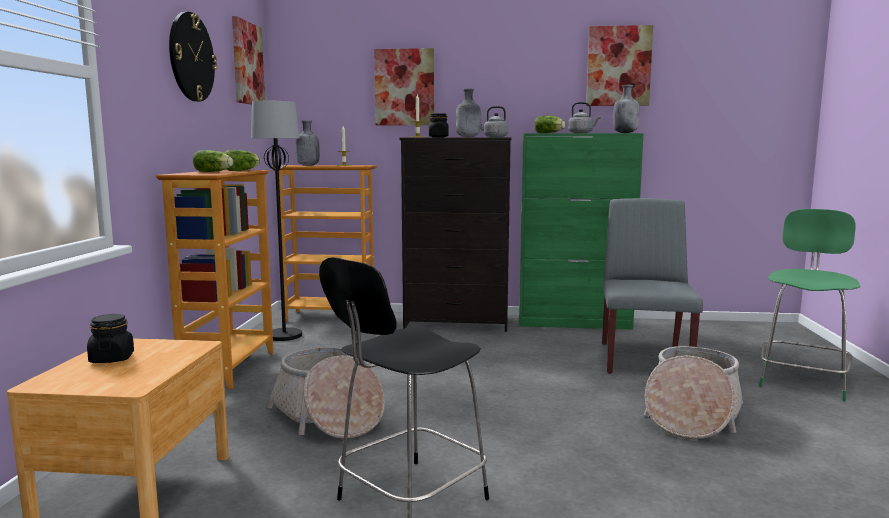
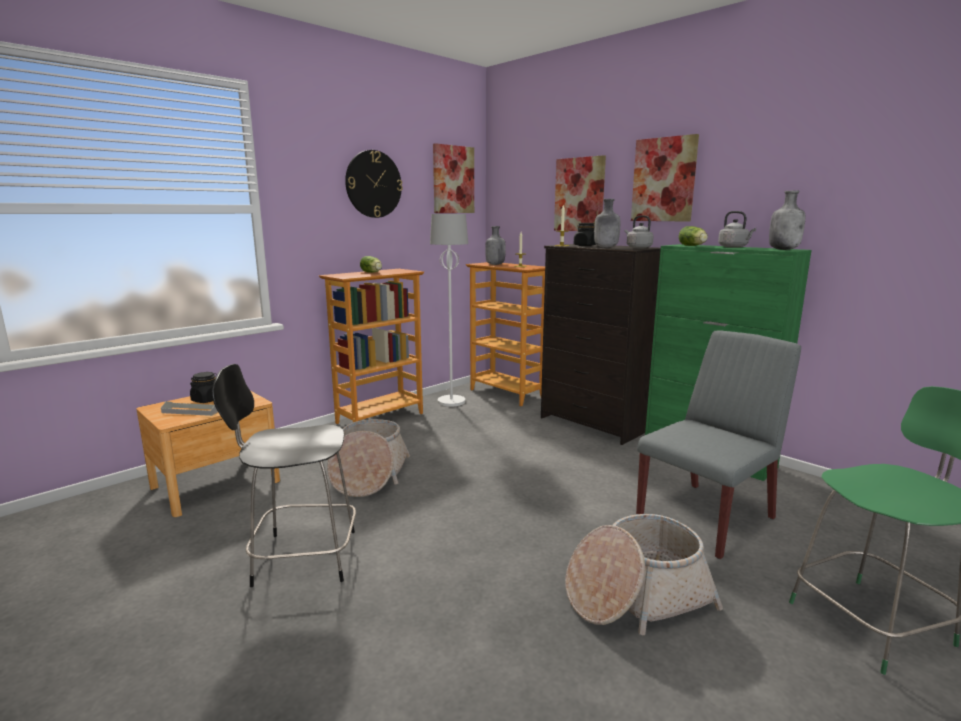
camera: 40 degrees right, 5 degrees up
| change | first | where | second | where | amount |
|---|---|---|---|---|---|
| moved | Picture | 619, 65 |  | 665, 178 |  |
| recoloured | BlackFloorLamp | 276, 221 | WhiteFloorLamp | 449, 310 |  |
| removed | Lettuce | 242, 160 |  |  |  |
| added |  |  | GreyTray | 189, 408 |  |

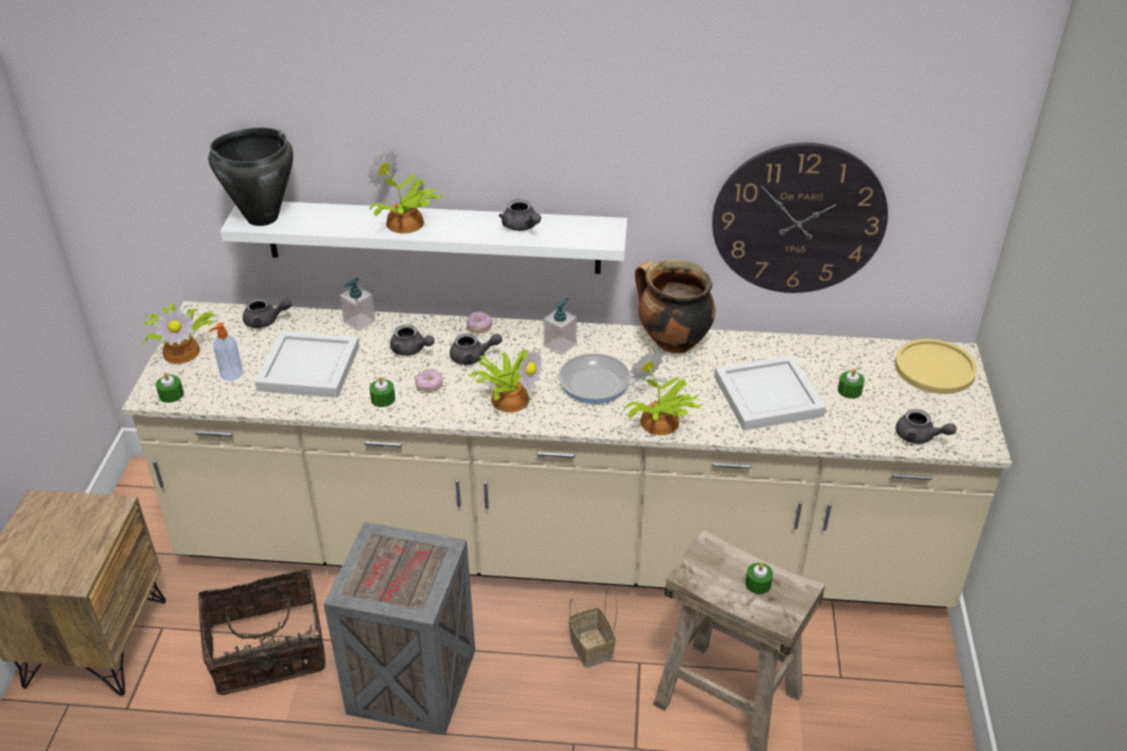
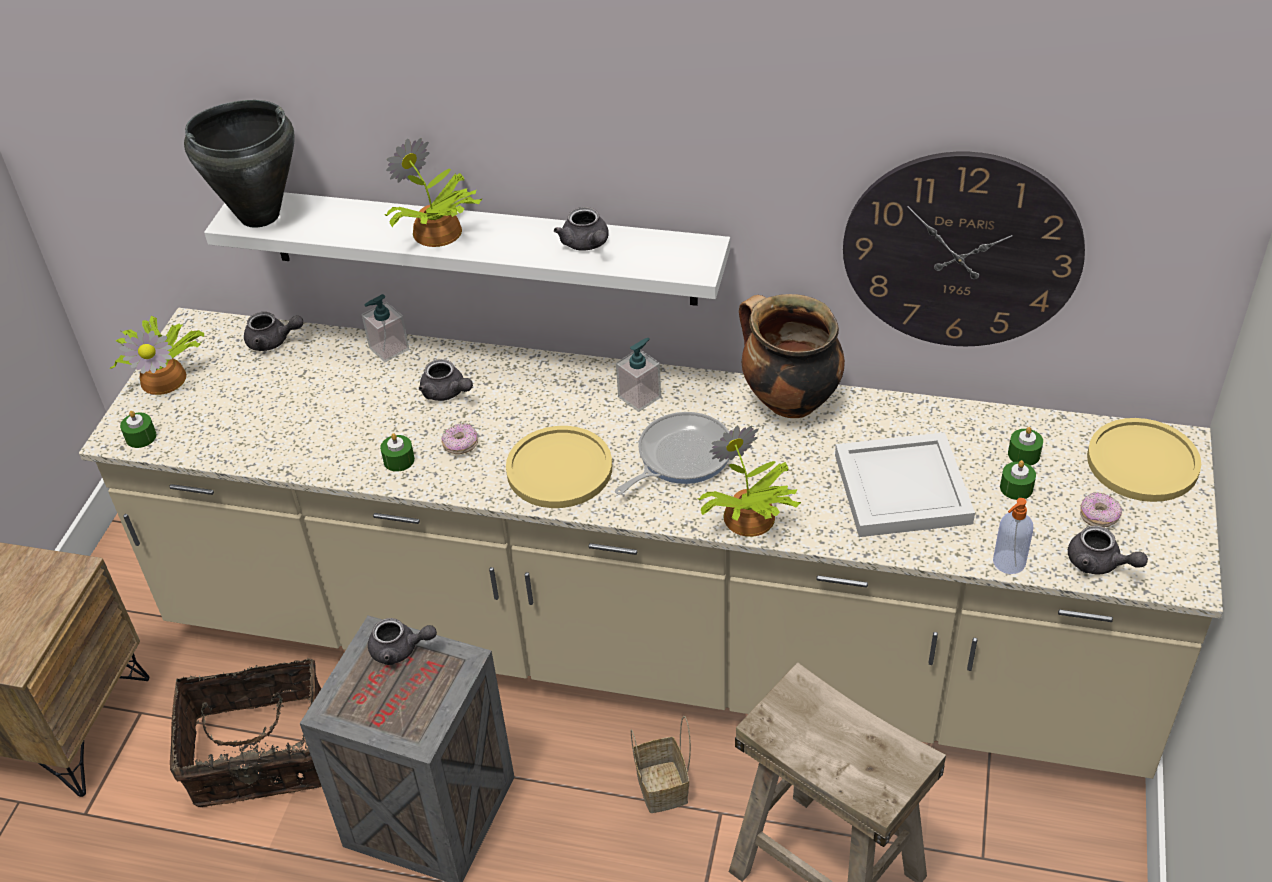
camera: 10 degrees right, 5 degrees up
| change | first | where | second | where | amount |
|---|---|---|---|---|---|
| moved | Donut | 479, 322 |  | 1101, 509 |  |
| moved | SoapDispenser | 226, 352 |  | 1013, 536 |  |
| removed | WhiteTray | 307, 364 |  |  |  |
| moved | GreyTeapot | 476, 349 |  | 402, 641 |  |
| replaced | PottedPlant | 505, 380 | YellowPlate | 559, 467 |  |
| turned | FryingPan | 613, 378 |  | 672, 453 | 120 degrees clockwise |
| moved | GreenCandle | 759, 578 |  | 1025, 446 |  |

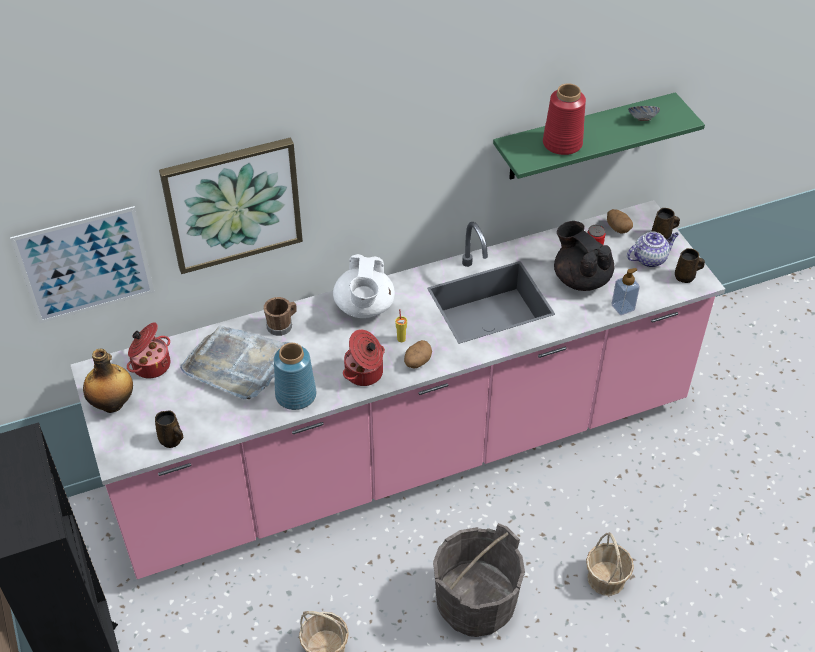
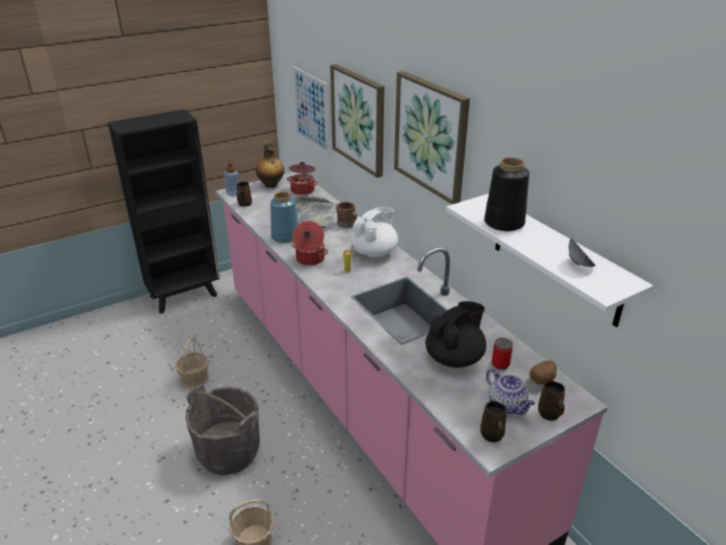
camera: 80 degrees right, 15 degrees down
| change | first | where | second | where | amount |
|---|---|---|---|---|---|
| recoloured | RedVase | 564, 119 | BlackVase | 507, 194 |  |
| recoloured | GreenShelf | 599, 135 | WhiteShelf | 549, 260 |  |
| turned | WhiteTeapot | 364, 286 |  | 374, 232 | 135 degrees clockwise |
| moved | SoapDispenser | 625, 291 |  | 232, 179 |  |
| removed | Potato | 418, 354 |  |  |  |
| added |  |  | Picture | 432, 137 |  |

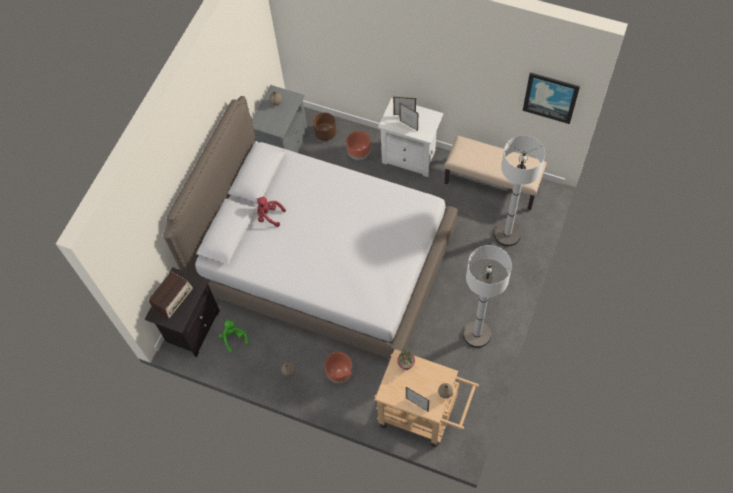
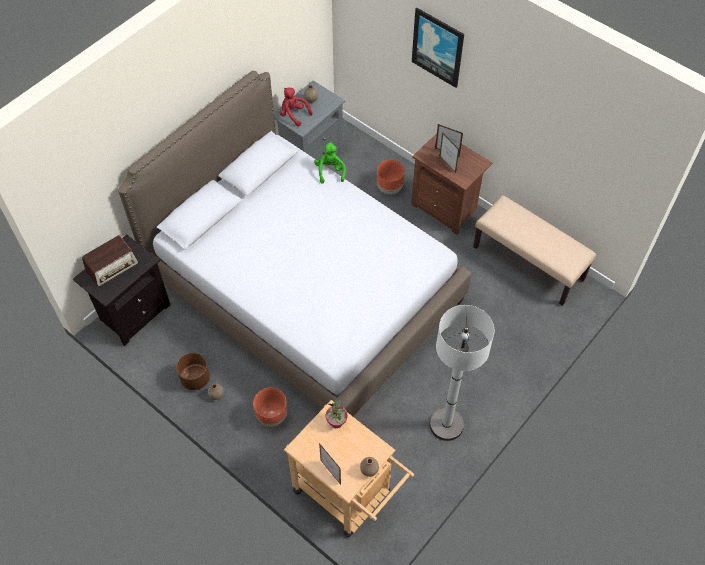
camera: 15 degrees right, 5 degrees down
| change | first | where | second | where | amount |
|---|---|---|---|---|---|
| moved | Picture | 551, 98 |  | 438, 48 |  |
| recoloured | WhiteNightstand | 411, 137 | BrownNightstand | 451, 184 |  |
| moved | BrownPlanter | 324, 126 |  | 193, 371 |  |
| removed | WhiteFloorLamp | 519, 190 |  |  |  |
| moved | RedPlushToy | 271, 212 |  | 296, 106 |  |
| moved | GreenPlushToy | 233, 335 |  | 330, 162 |  |

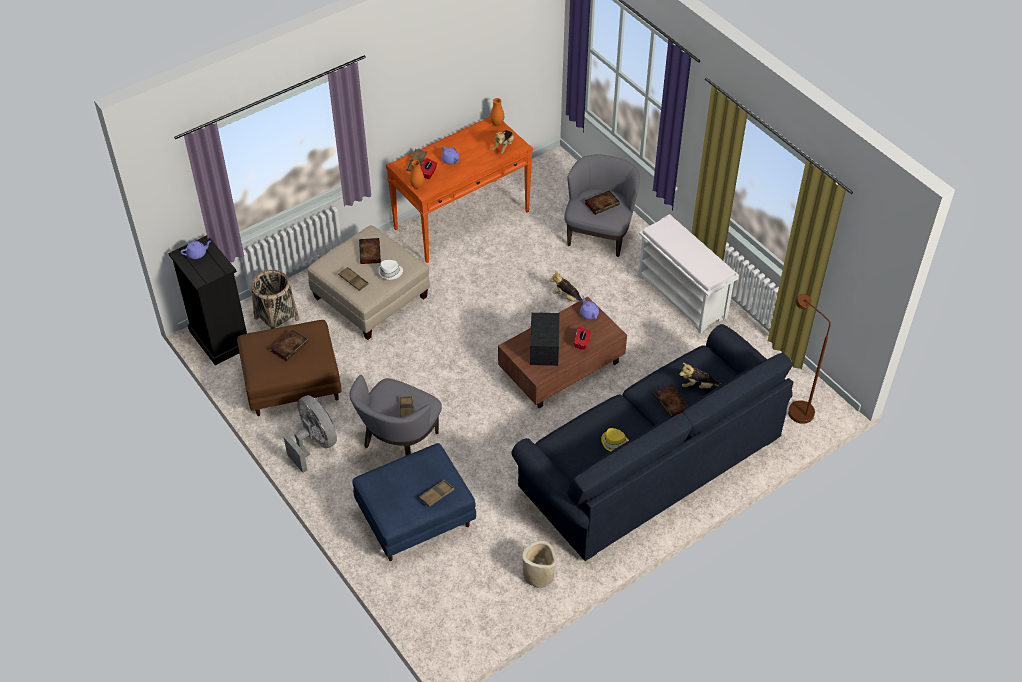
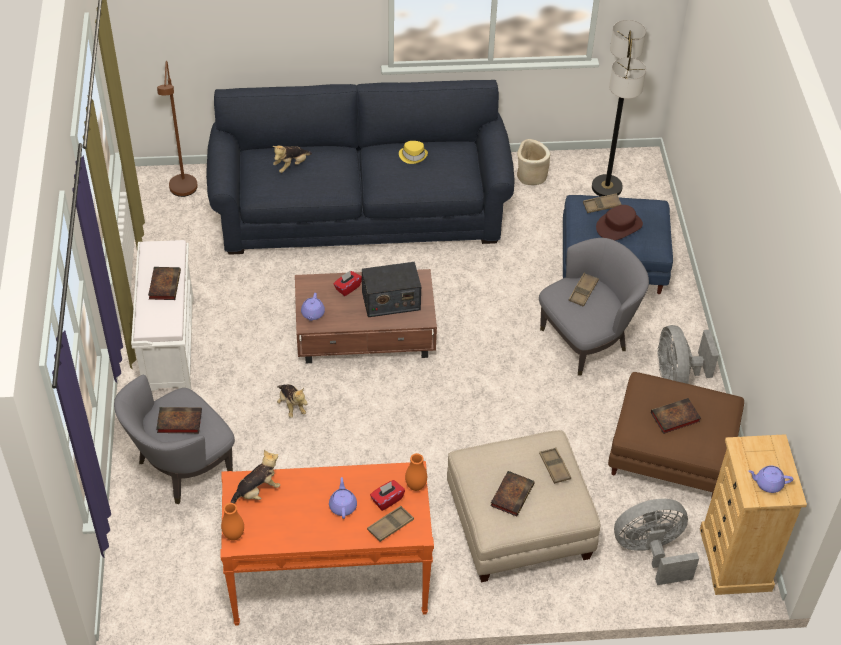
camera: 150 degrees left, 0 degrees up
| change | first | where | second | where | amount |
|---|---|---|---|---|---|
| recoloured | BlackDresser | 207, 300 | BeigeDresser | 753, 514 |  |
| removed | WhiteHat | 390, 270 |  |  |  |
| replaced | Basket | 275, 299 | GreyFan | 656, 542 |  |
| turned | Radio | 545, 339 |  | 391, 289 | 45 degrees clockwise |
| turned | PlushToy | 700, 376 |  | 292, 159 | 105 degrees clockwise |
| moved | Book | 671, 400 |  | 164, 283 |  |
| added |  |  | FloorLamp | 619, 108 |  |
| added |  |  | BrownHat | 619, 222 |  |

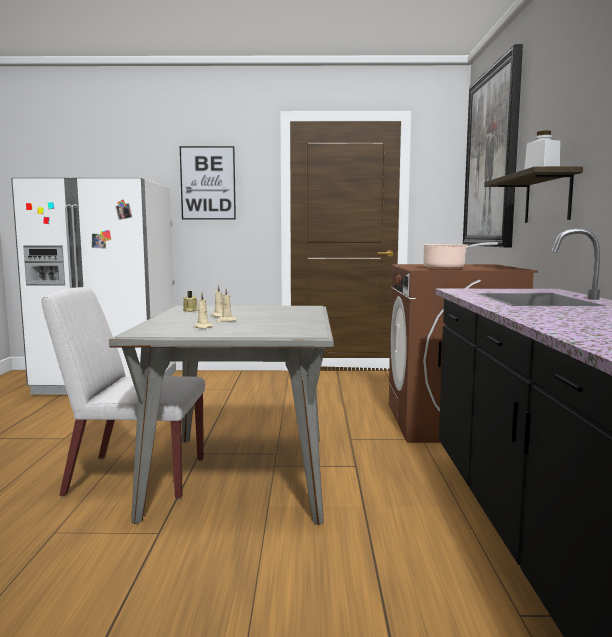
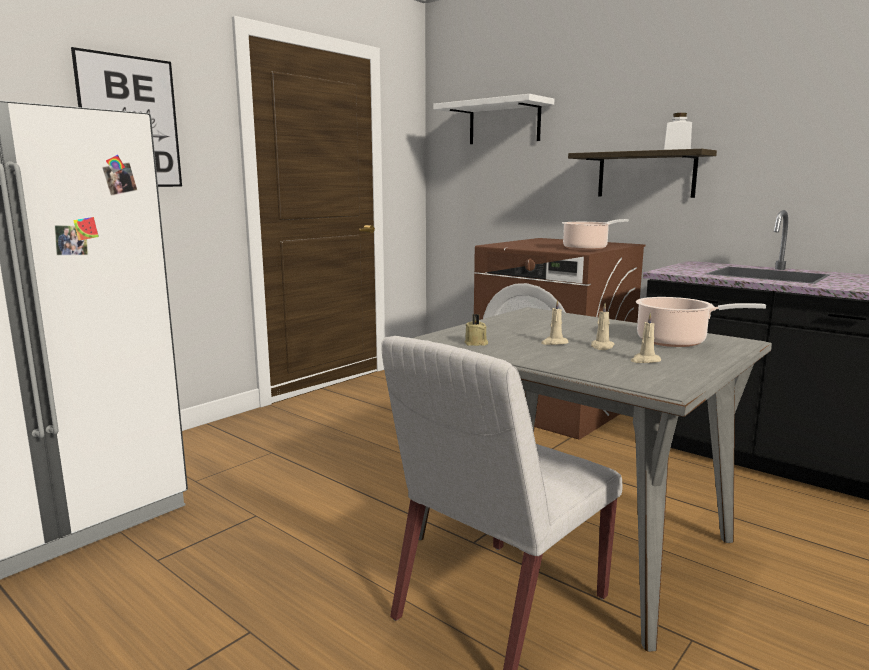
camera: 50 degrees left, 5 degrees up
| change | first | where | second | where | amount |
|---|---|---|---|---|---|
| replaced | Picture | 493, 145 | WhiteShelf | 493, 119 |  |
| added |  |  | CookingPot | 701, 322 |  |

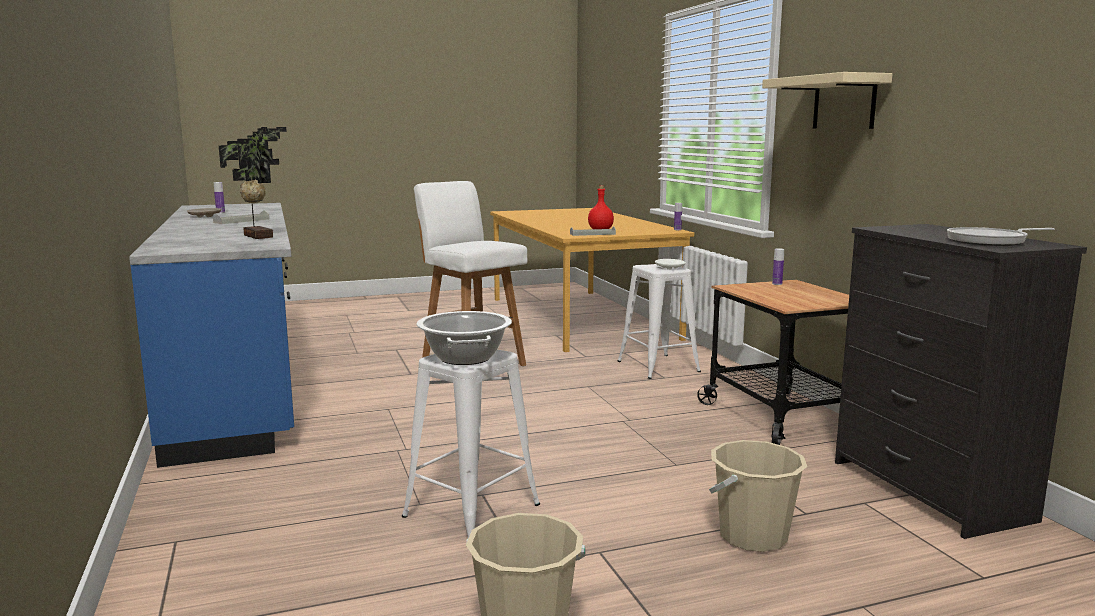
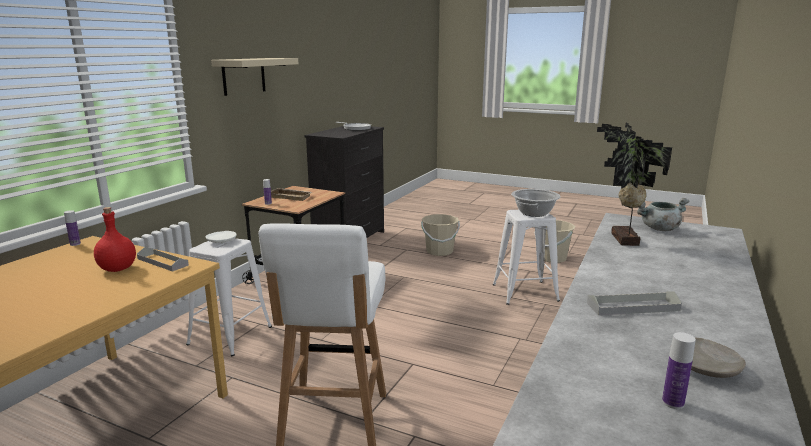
camera: 135 degrees left, 5 degrees up
| change | first | where | second | where | amount |
|---|---|---|---|---|---|
| added |  |  | BeigeTray | 291, 194 |  |
| added |  |  | GreyCookingPot | 663, 214 |  |

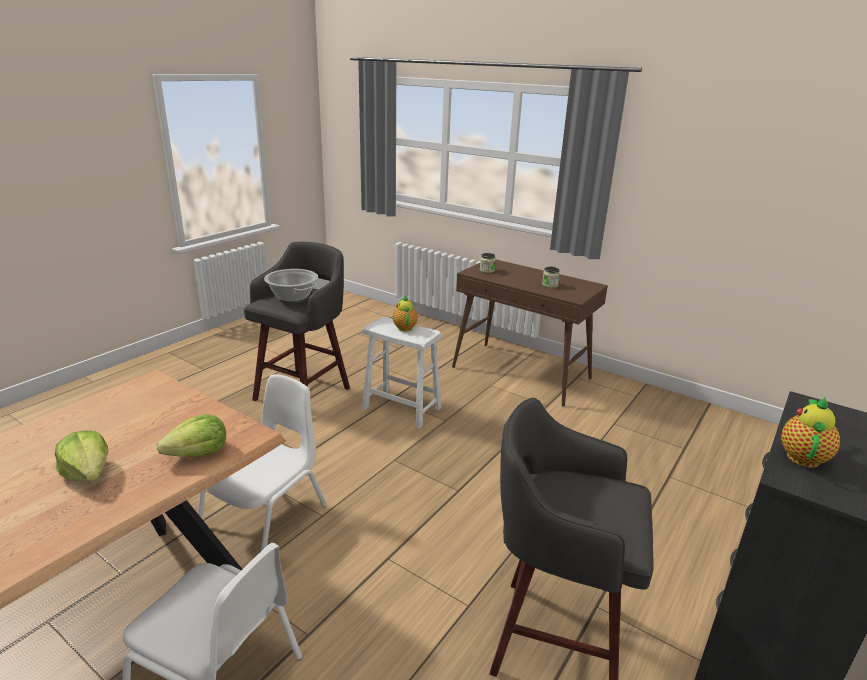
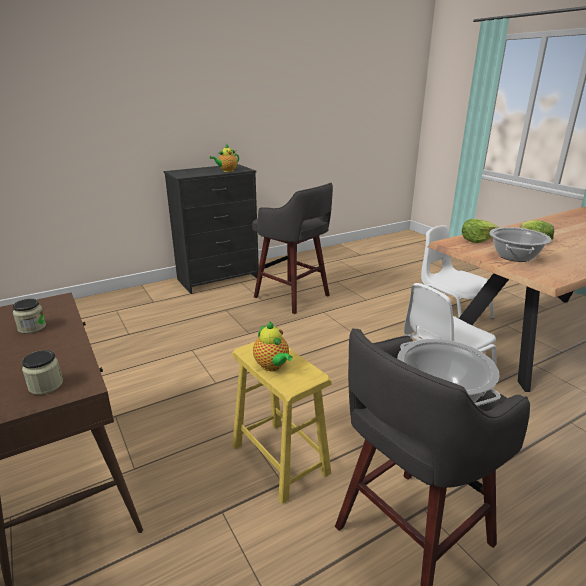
camera: 155 degrees left, 0 degrees up
| change | first | where | second | where | amount |
|---|---|---|---|---|---|
| turned | Teapot | 405, 313 |  | 272, 346 | 45 degrees counterclockwise |
| recoloured | WhiteStool | 402, 373 | YellowStool | 282, 423 |  |
| added |  |  | CookingPot | 520, 244 |  |

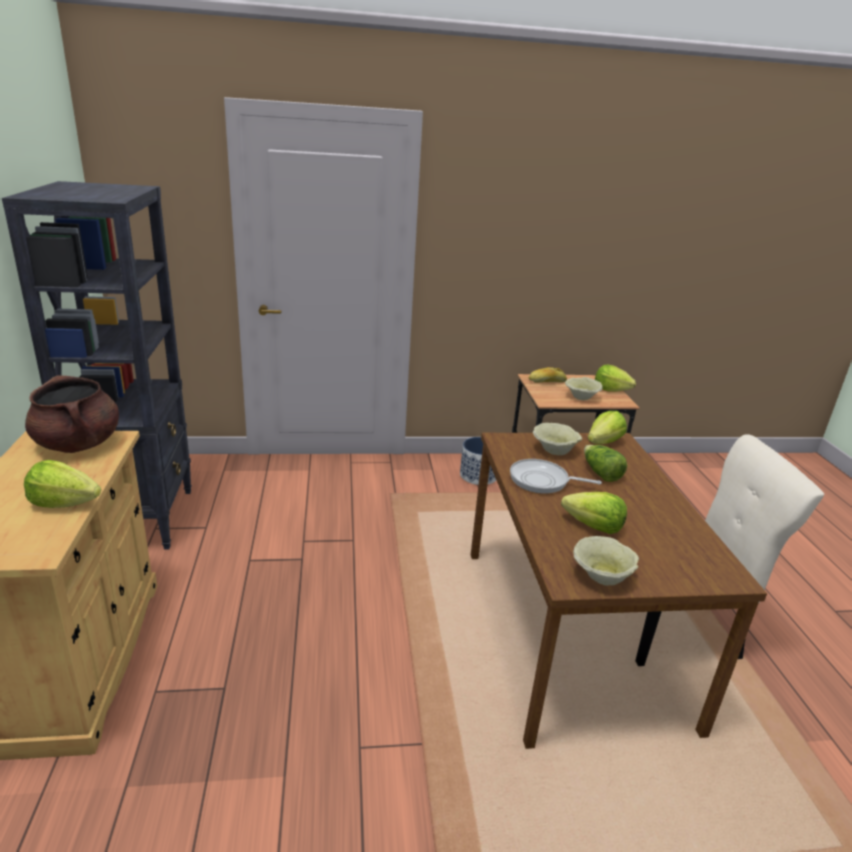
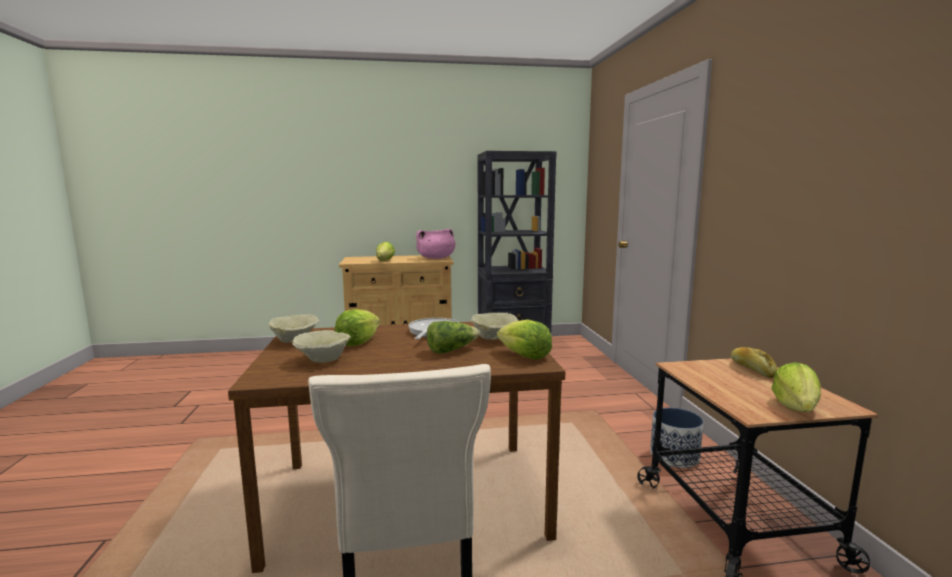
camera: 90 degrees right, 15 degrees down
| change | first | where | second | where | amount |
|---|---|---|---|---|---|
| recoloured | BrownCookingPot | 72, 414 | PinkCookingPot | 436, 244 |  |
| moved | BeigeBowl | 584, 389 |  | 321, 346 |  |

